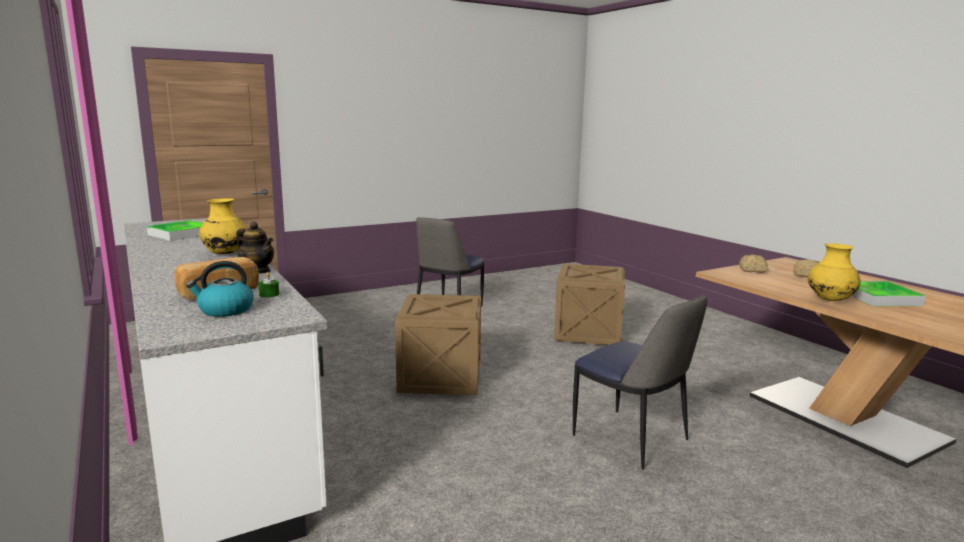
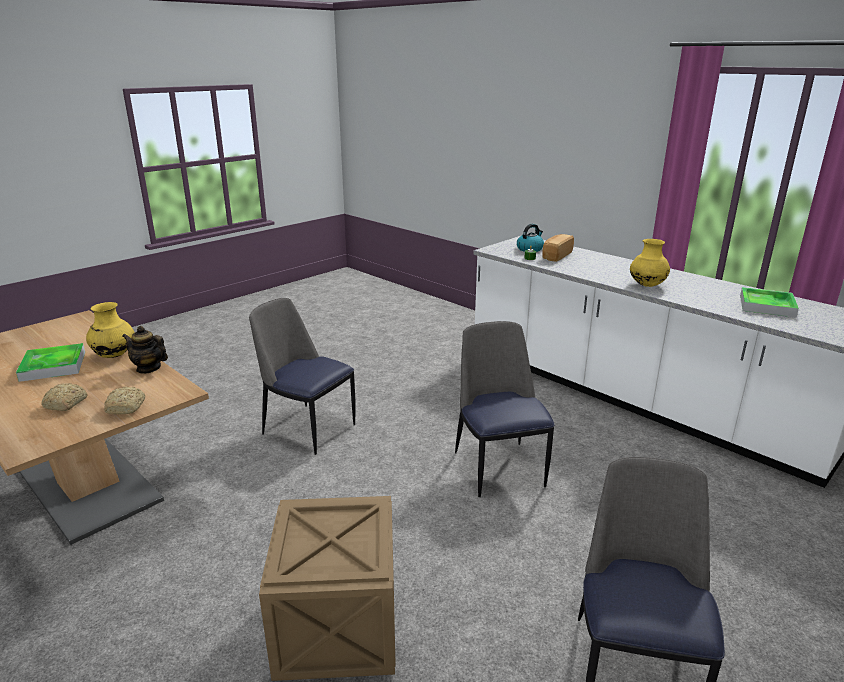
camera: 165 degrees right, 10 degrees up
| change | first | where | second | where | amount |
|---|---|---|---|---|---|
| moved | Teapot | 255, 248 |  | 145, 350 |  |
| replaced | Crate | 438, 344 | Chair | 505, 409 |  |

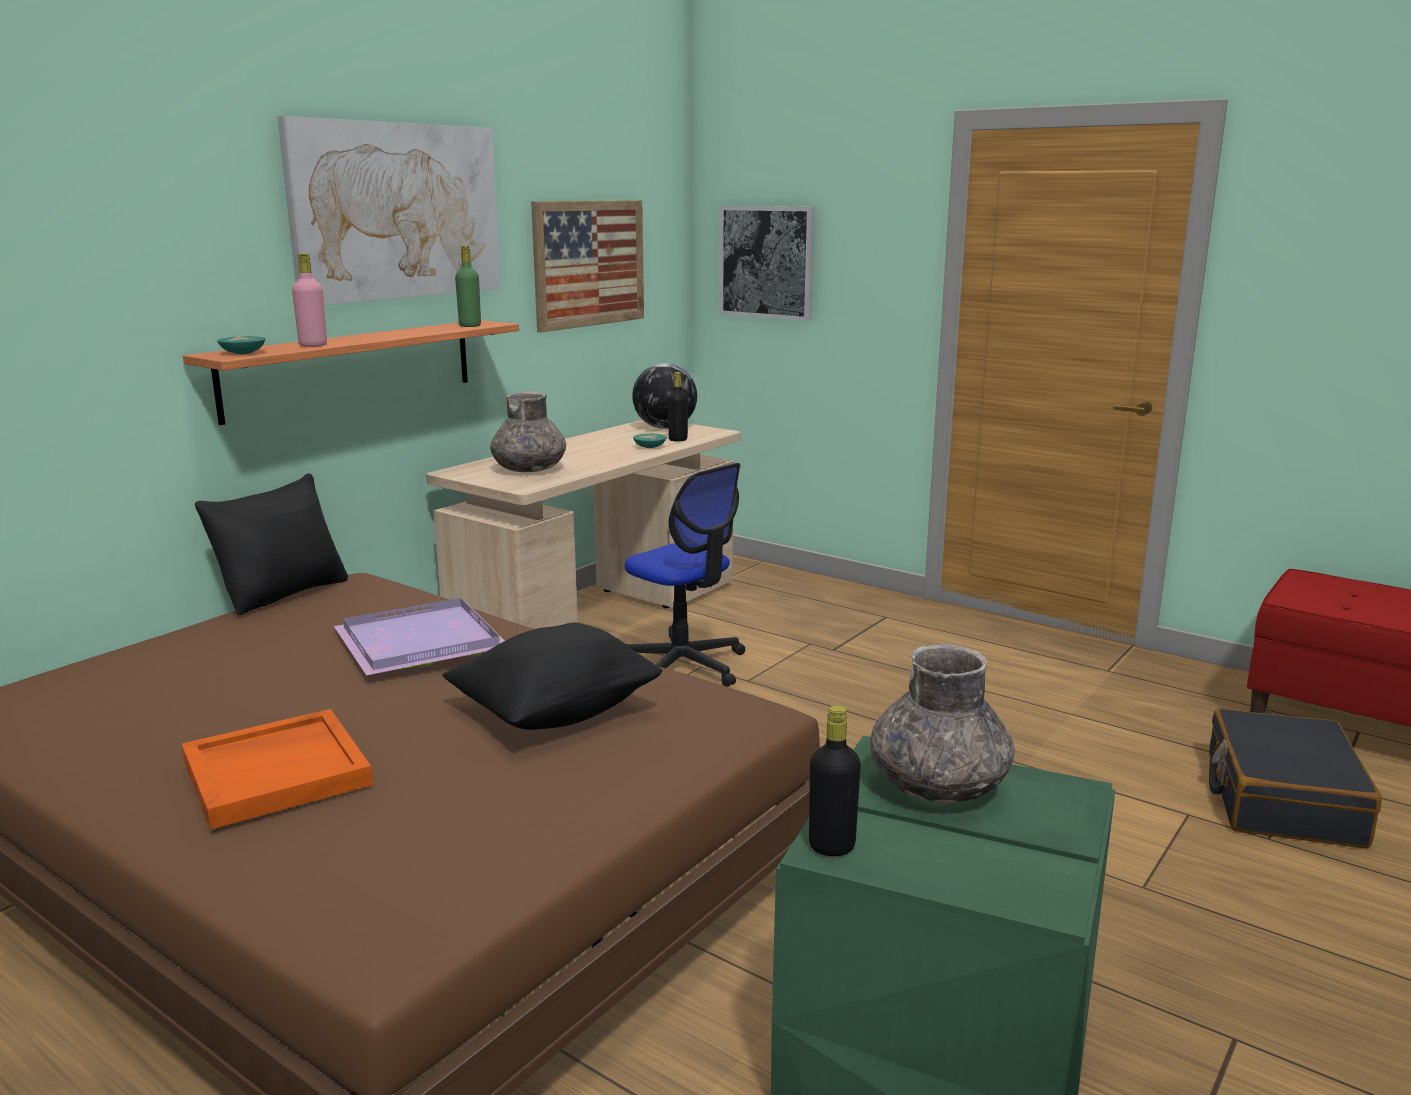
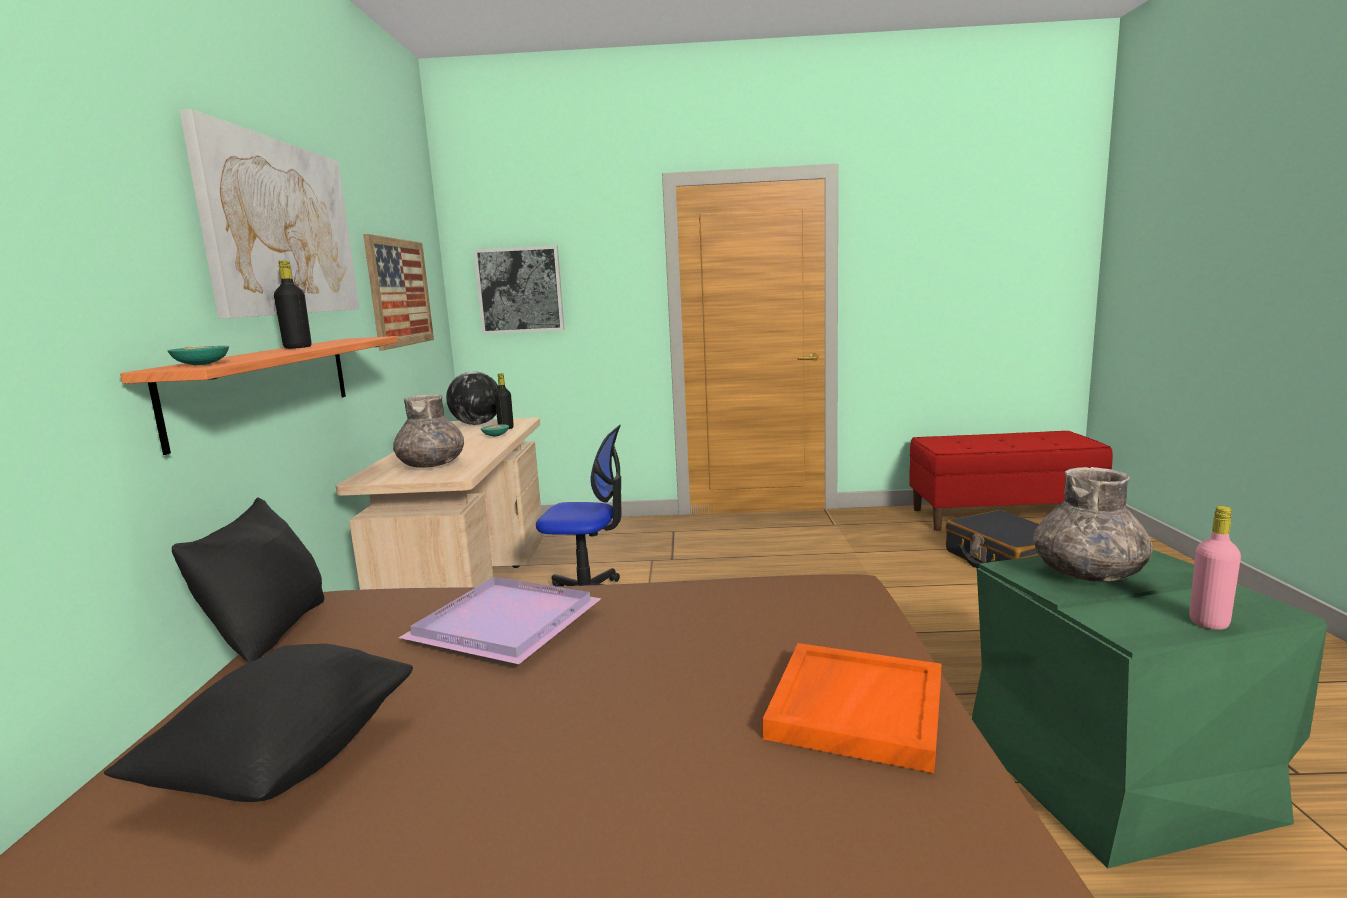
camera: 35 degrees left, 5 degrees down
| change | first | where | second | where | amount |
|---|---|---|---|---|---|
| removed | GreenBottle | 468, 286 |  |  |  |
| moved | PinkBottle | 309, 300 |  | 1215, 568 |  |
| moved | BlackPillow | 552, 676 |  | 258, 722 |  |
| moved | BlackBottle | 835, 780 |  | 292, 305 |  |
| moved | OrangeTray | 277, 769 |  | 851, 708 |  |

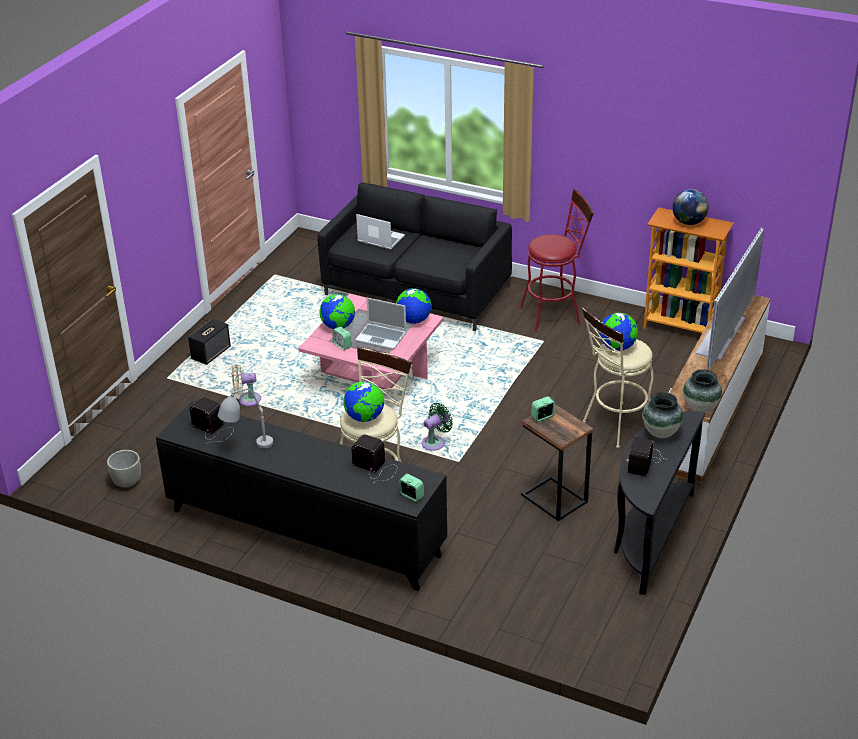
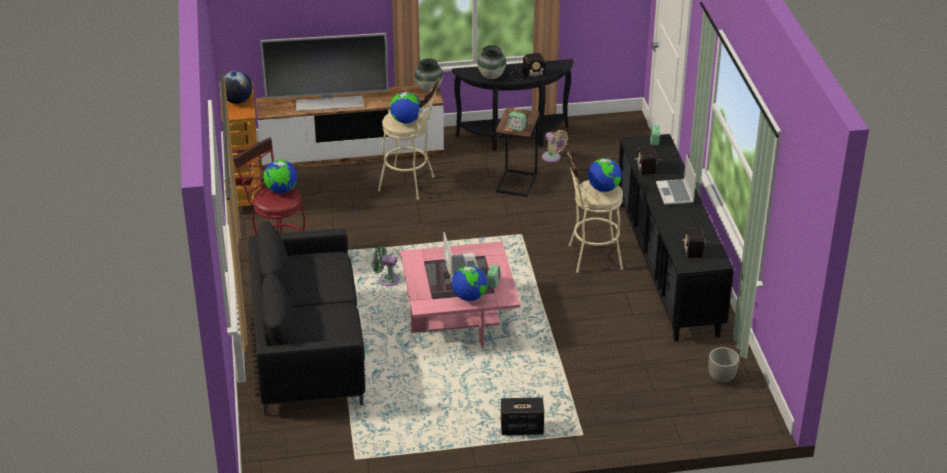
camera: 125 degrees left, 0 degrees up
| change | first | where | second | where | amount |
|---|---|---|---|---|---|
| moved | Laptop | 380, 232 |  | 676, 180 |  |
| moved | Globe | 414, 306 |  | 280, 176 |  |
| moved | BeigeFan | 246, 385 |  | 555, 146 |  |
| removed | GreyTableLamp | 245, 418 |  |  |  |
| moved | GreenFan | 437, 427 |  | 386, 265 |  |

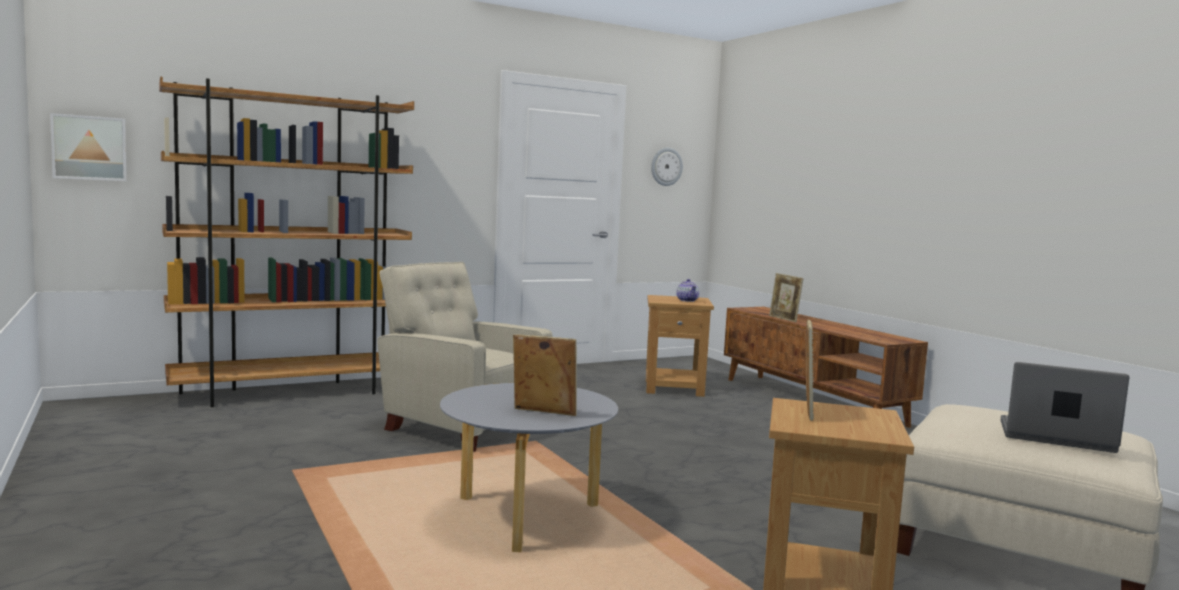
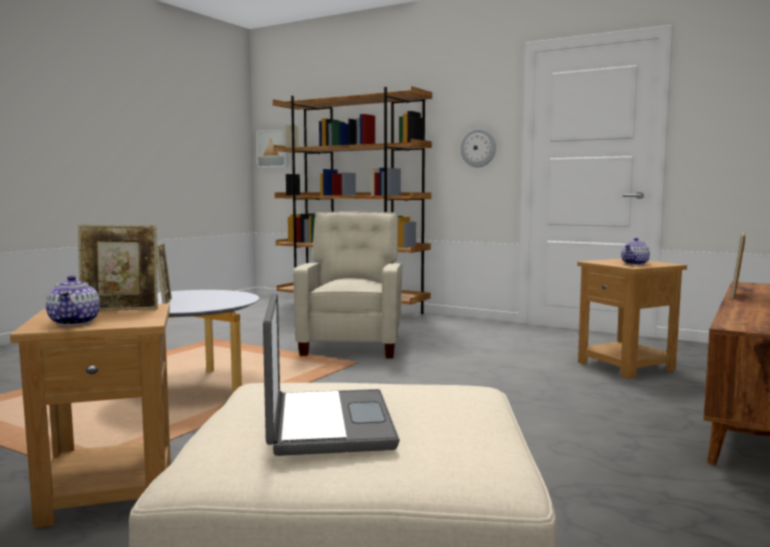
camera: 60 degrees right, 0 degrees up
| change | first | where | second | where | amount |
|---|---|---|---|---|---|
| moved | WallClock | 667, 167 |  | 478, 148 |  |
| added |  |  | Teapot | 73, 300 |  |

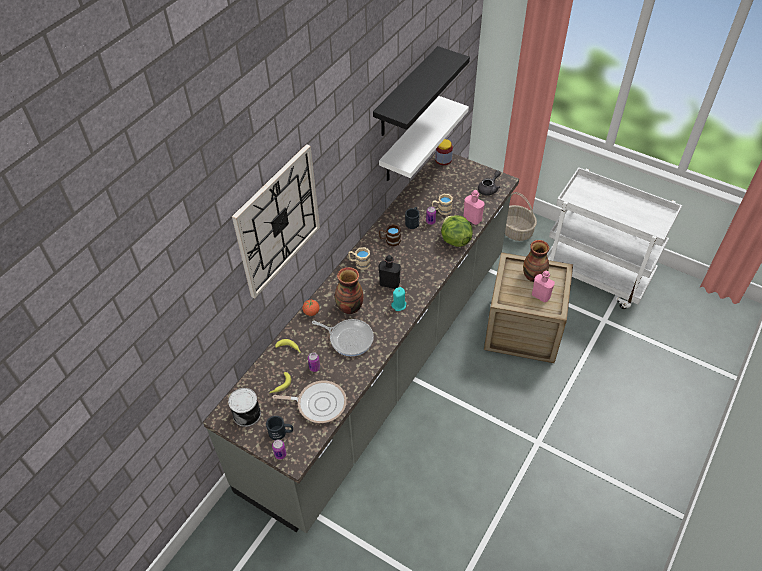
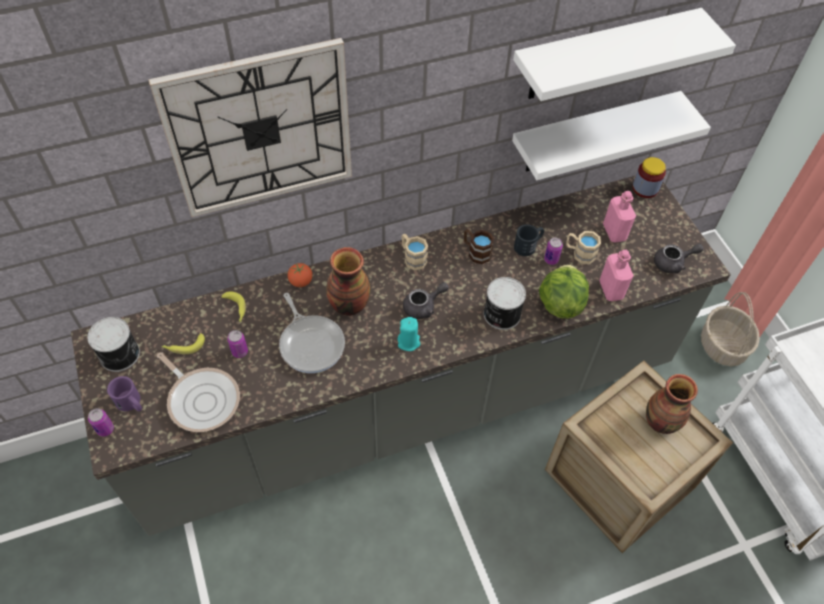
camera: 35 degrees right, 5 degrees up
| change | first | where | second | where | amount |
|---|---|---|---|---|---|
| recoloured | BlackShelf | 421, 91 | WhiteShelf | 624, 54 |  |
| replaced | BlackBottle | 389, 272 | GreyTeapot | 426, 300 |  |
| moved | PinkBottle | 543, 286 |  | 619, 216 |  |
| recoloured | BlackMug | 279, 428 | PurpleMug | 124, 393 |  |
| added |  |  | Can | 505, 303 |  |

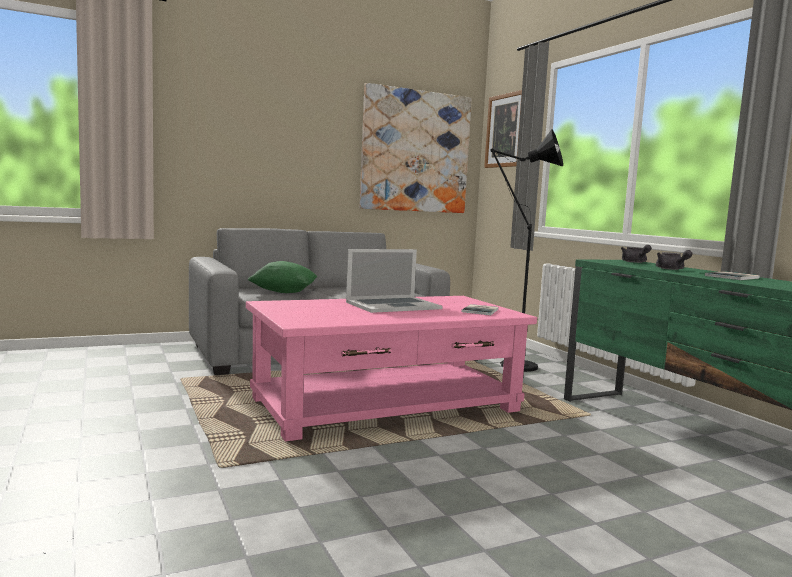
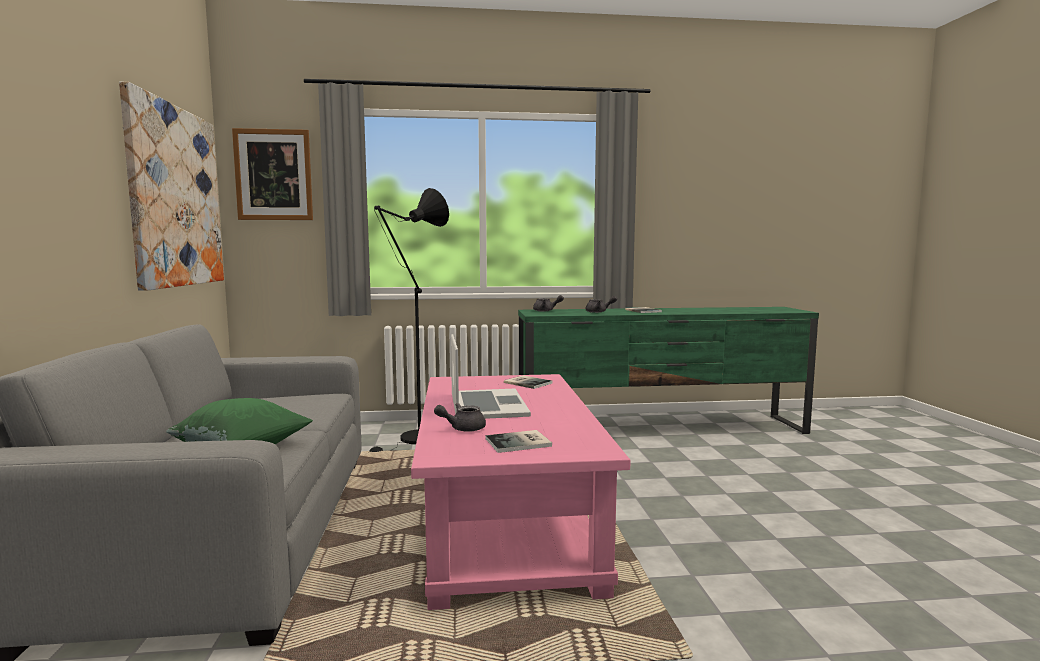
camera: 70 degrees left, 0 degrees up
| change | first | where | second | where | amount |
|---|---|---|---|---|---|
| added |  |  | GreyTeapot | 460, 417 |  |
| added |  |  | Book | 519, 441 |  |

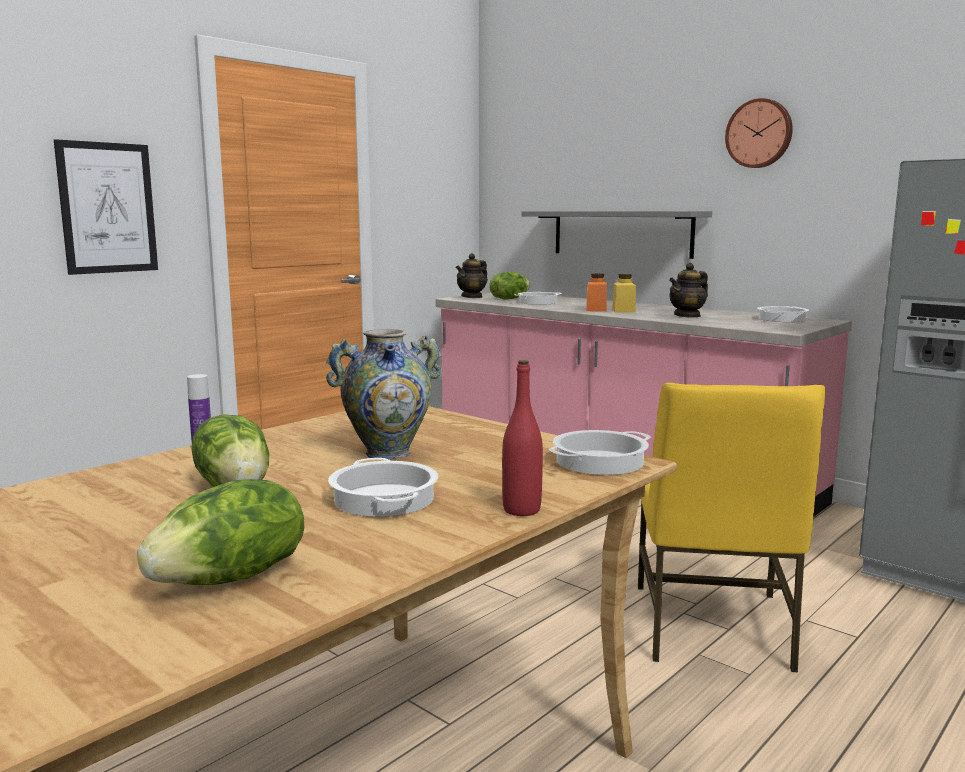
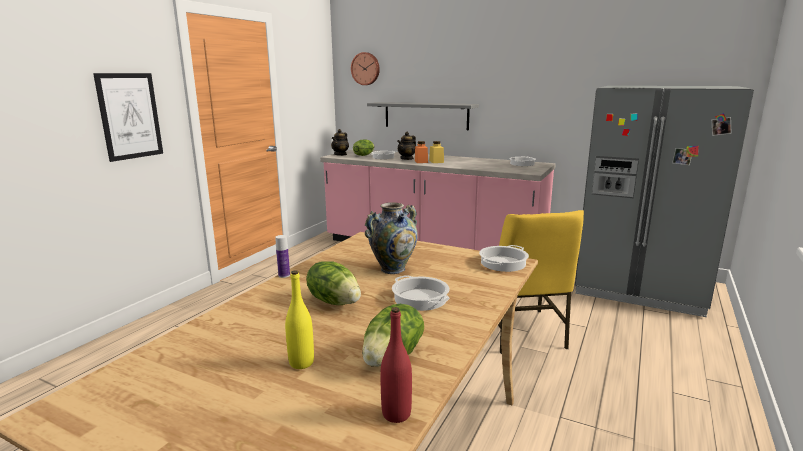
camera: 15 degrees left, 5 degrees up
| change | first | where | second | where | amount |
|---|---|---|---|---|---|
| moved | WallClock | 759, 133 |  | 365, 68 |  |
| moved | Teapot | 688, 290 |  | 406, 146 |  |
| moved | RedBottle | 522, 438 |  | 396, 365 |  |
| added |  |  | YellowBottle | 299, 319 |  |

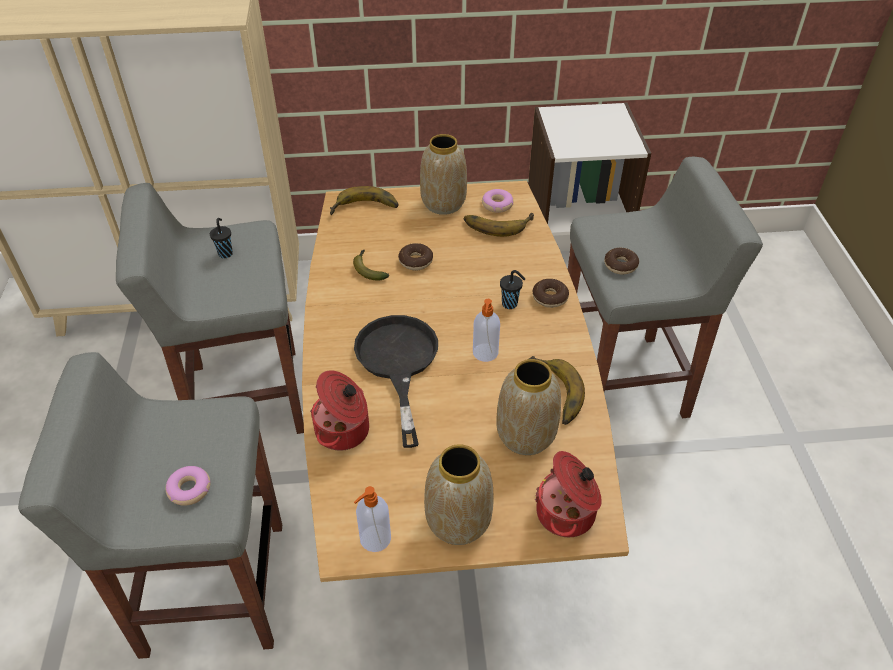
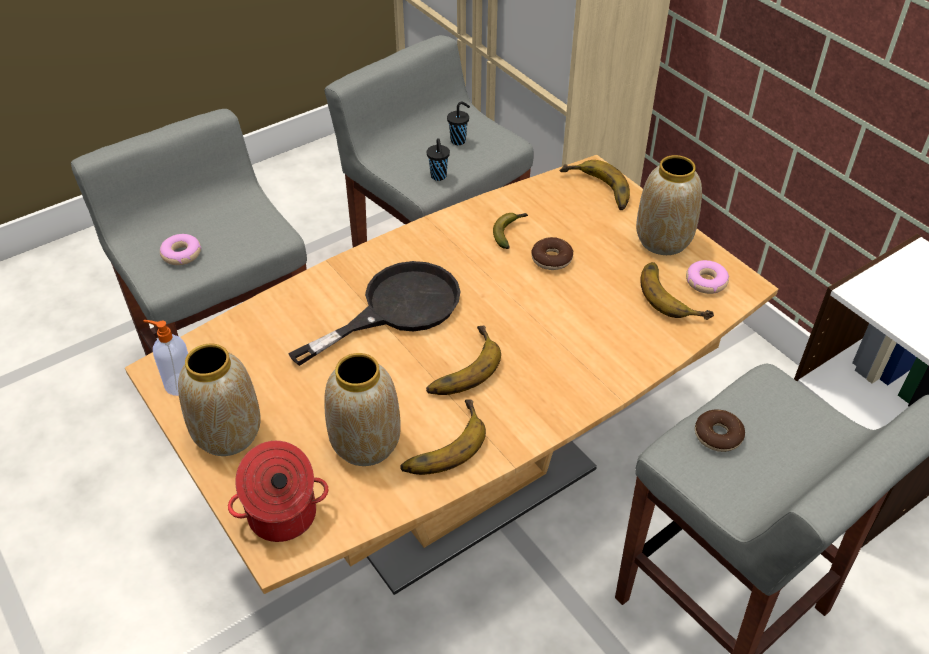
camera: 60 degrees right, 0 degrees up
| change | first | where | second | where | amount |
|---|---|---|---|---|---|
| moved | BlackCup | 512, 289 |  | 438, 159 |  |
| removed | Donut | 551, 293 |  |  |  |
| replaced | SoapDispenser | 486, 330 | Banana | 463, 360 |  |
| removed | CookingPot | 339, 410 |  |  |  |

